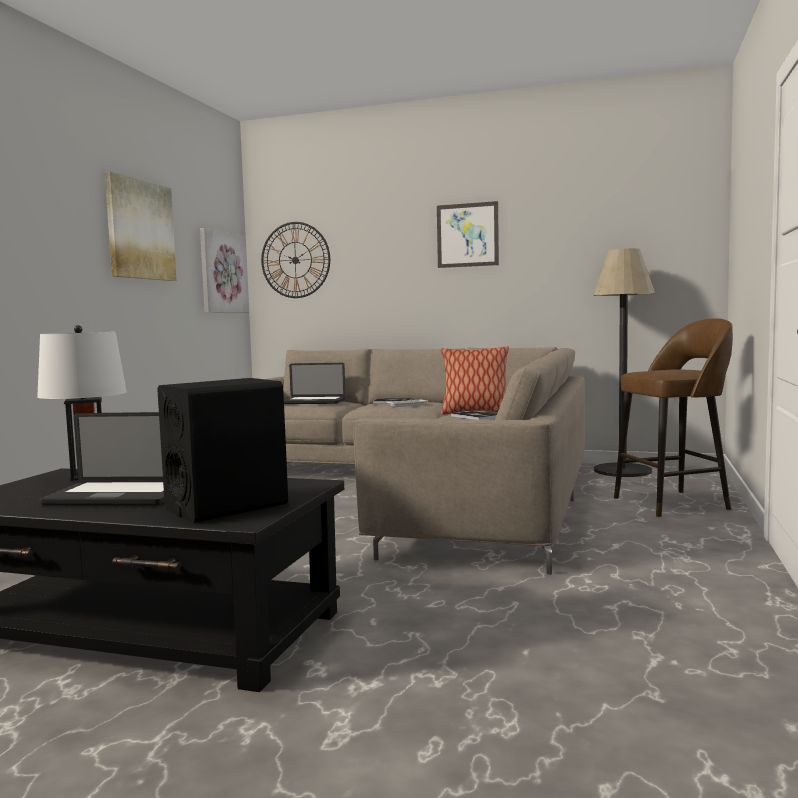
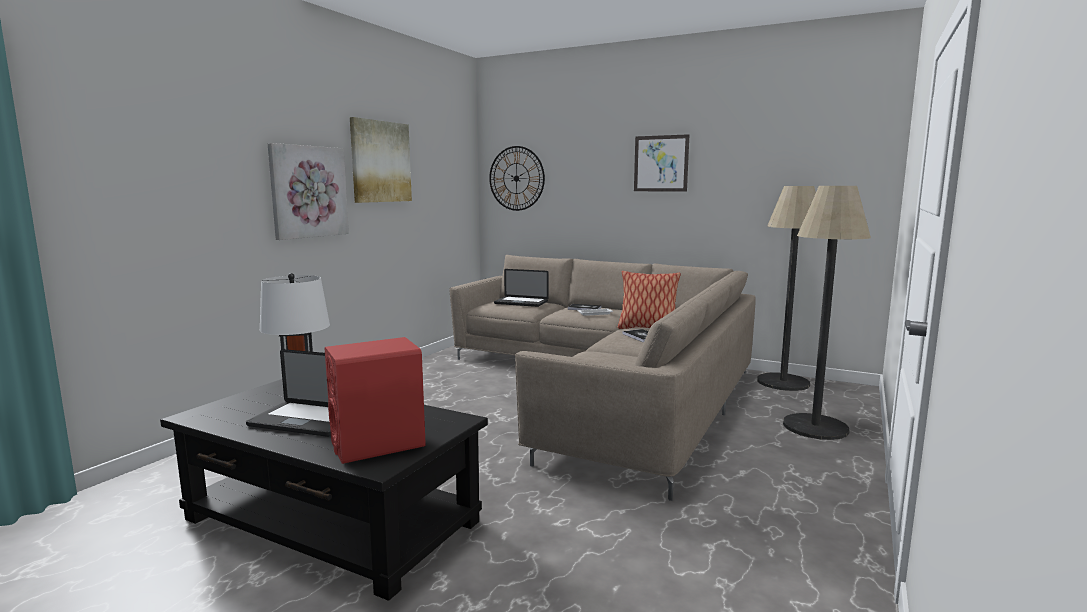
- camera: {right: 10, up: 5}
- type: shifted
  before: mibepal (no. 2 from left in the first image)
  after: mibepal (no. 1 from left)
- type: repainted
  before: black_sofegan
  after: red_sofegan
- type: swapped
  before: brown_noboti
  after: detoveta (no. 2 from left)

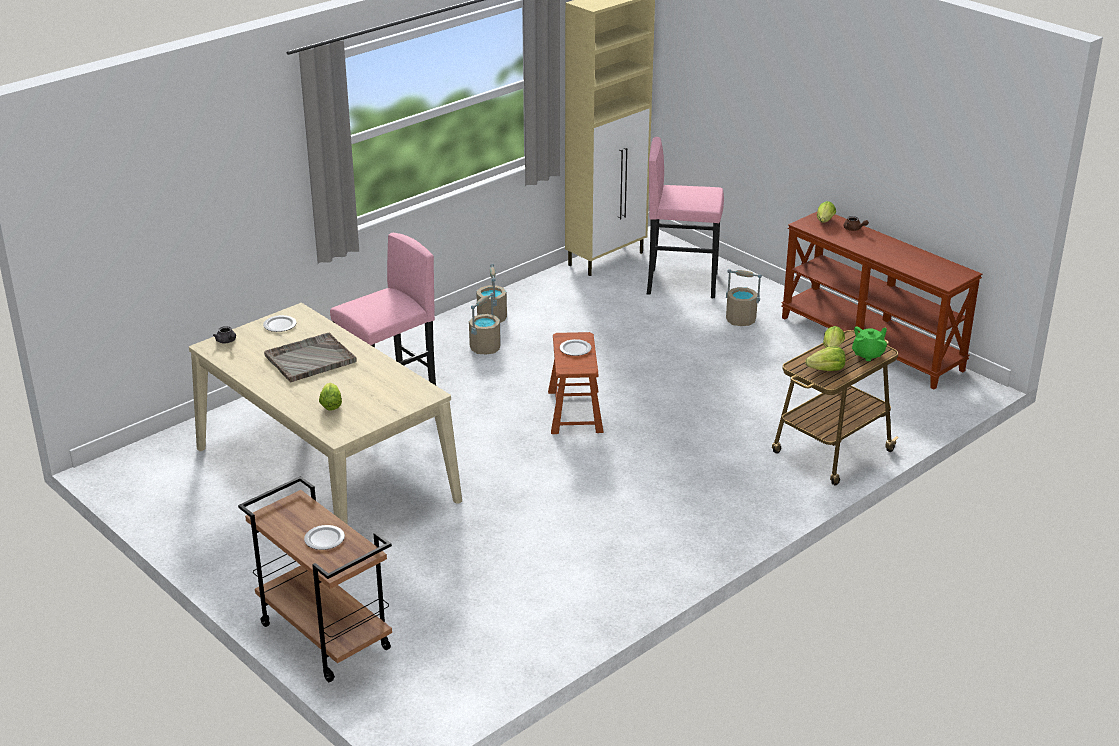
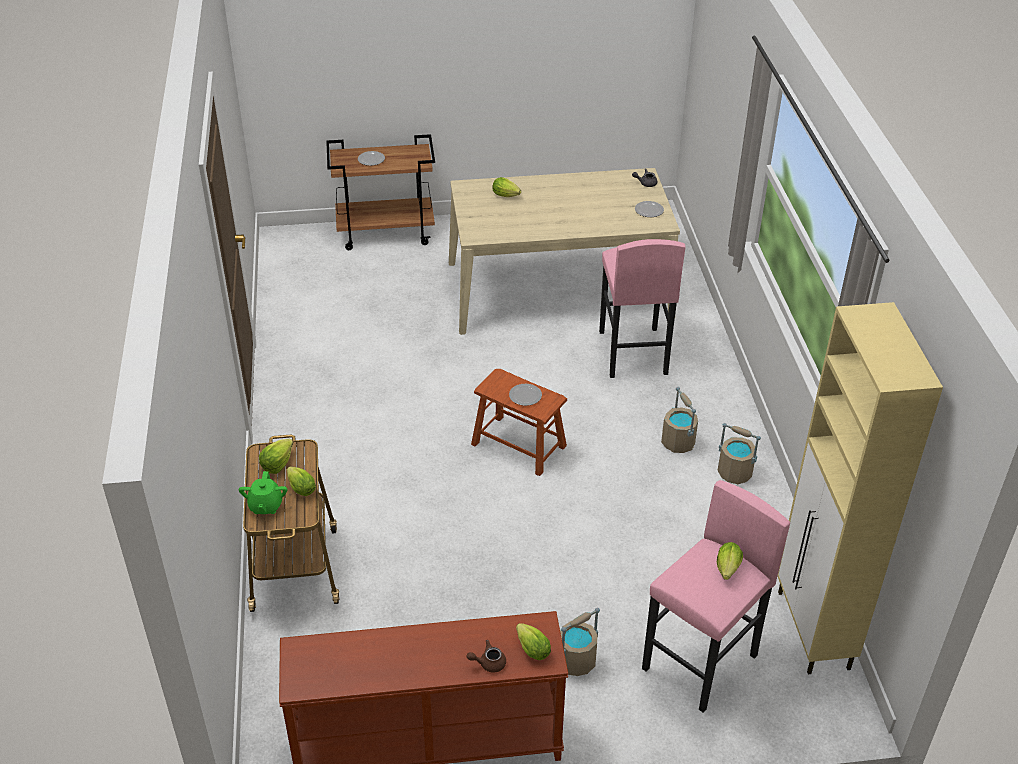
- camera: {right: 125, up: 10}
- type: new
  after: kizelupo (no. 5 from left)
- type: gone
  before: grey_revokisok

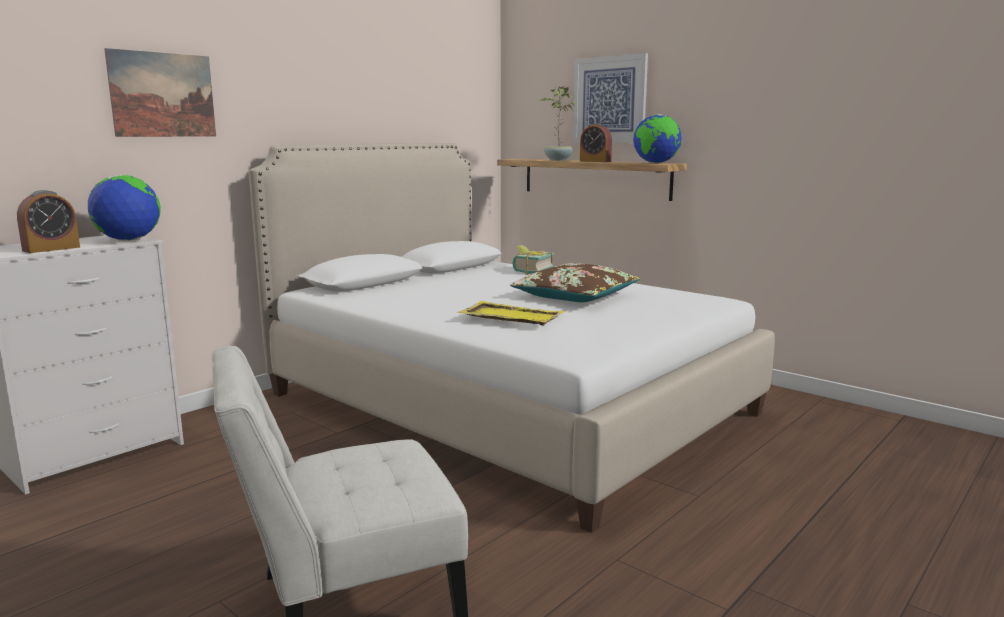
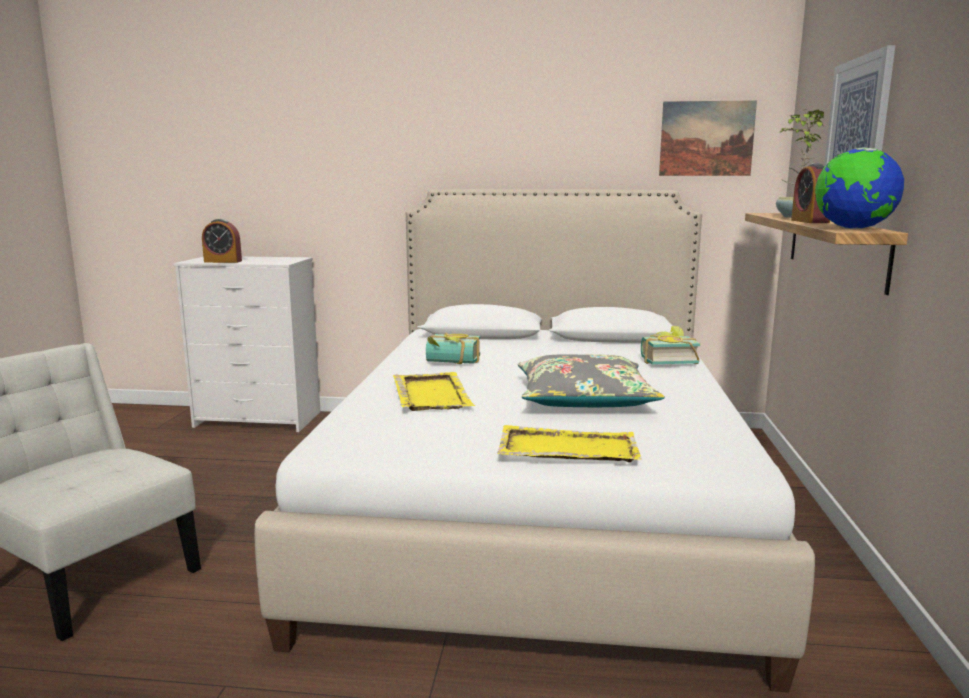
- camera: {right: 55, up: 0}
- type: new
  after: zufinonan (no. 1 from left)
- type: new
  after: yellow_revokisok (no. 2 from left)
- type: repainted
  before: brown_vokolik
  after: grey_vokolik
- type: shifted
  before: mibepal (no. 1 from left)
- type: gone
  before: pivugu (no. 1 from left)

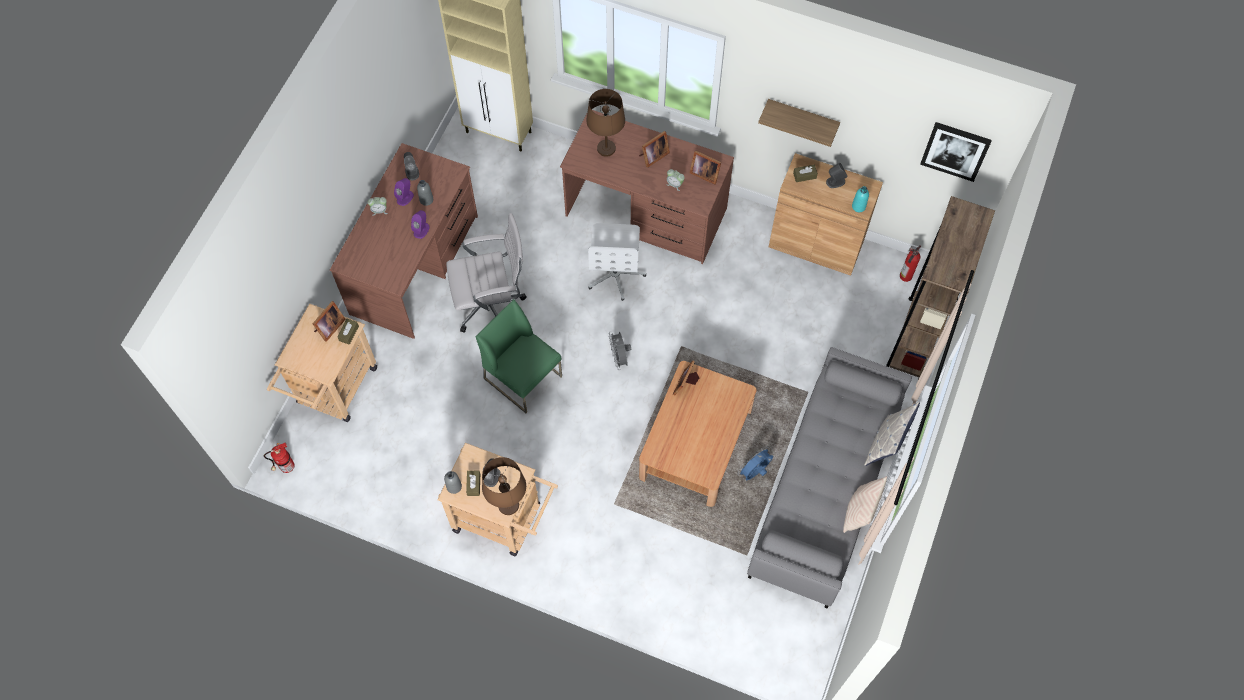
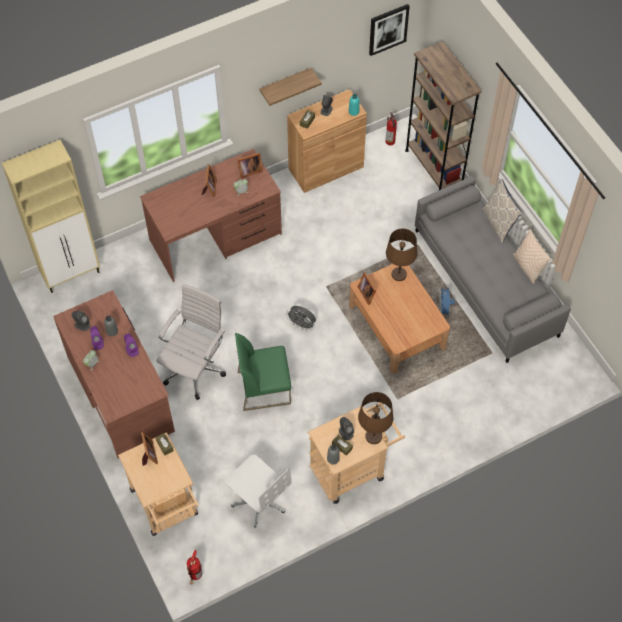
- camera: {right: -50, up: -5}
- type: shifted
  before: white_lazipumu (no. 2 from left)
- type: shifted
  before: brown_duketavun (no. 2 from left)

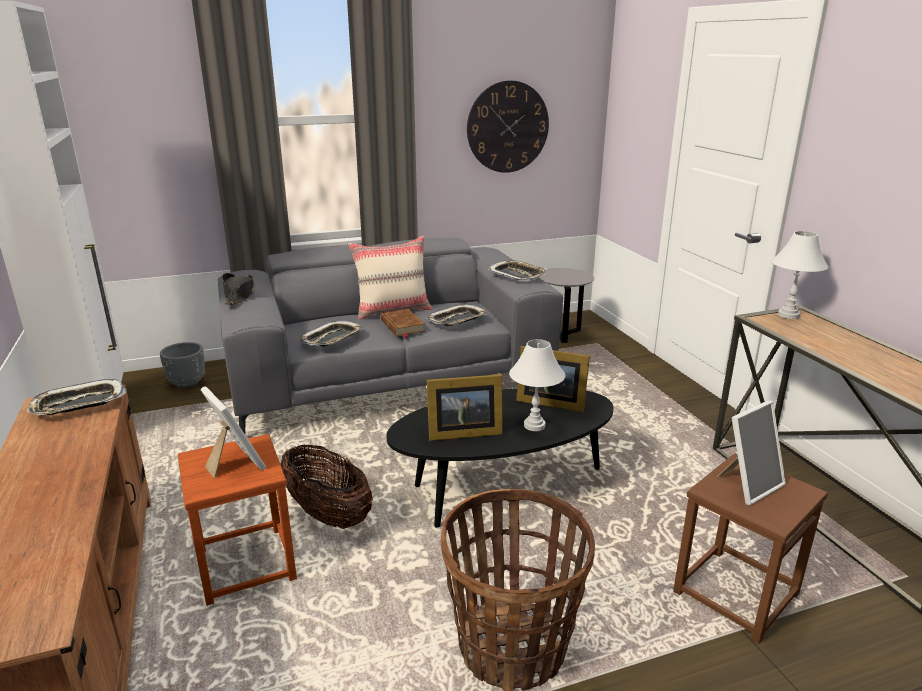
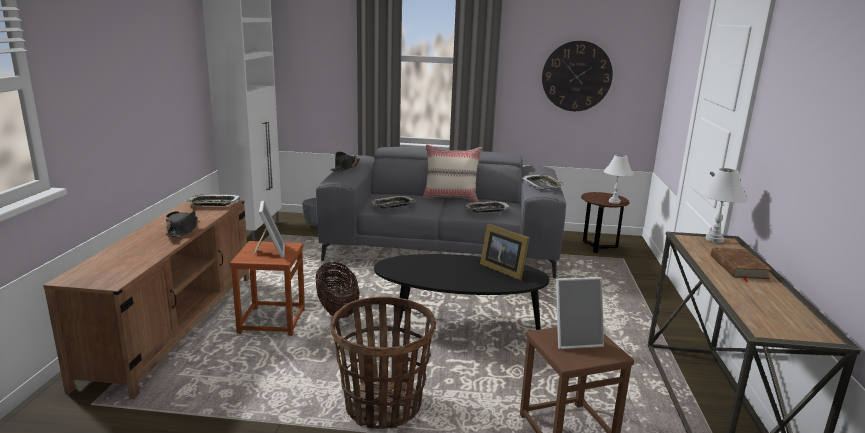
- camera: {right: 25, up: -5}
- type: new
  after: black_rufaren (no. 1 from left)
- type: repainted
  before: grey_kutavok
  after: brown_kutavok
- type: shifted
  before: white_duketavun (no. 1 from left)
- type: shifted
  before: brown_zufinonan
- type: gone
  before: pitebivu (no. 2 from left)

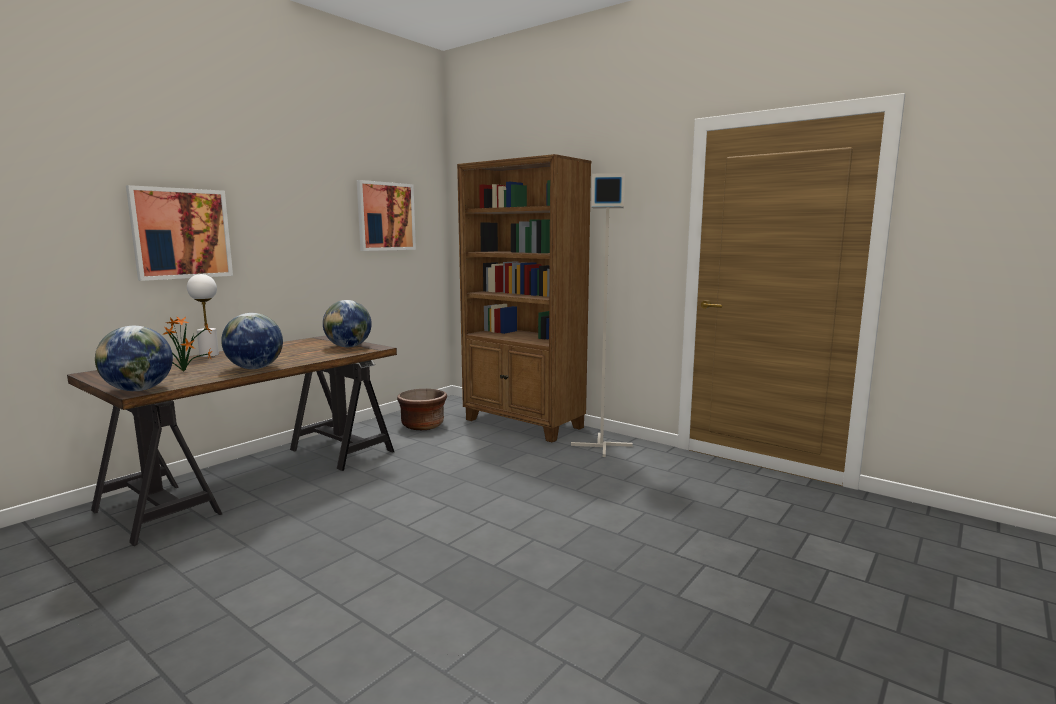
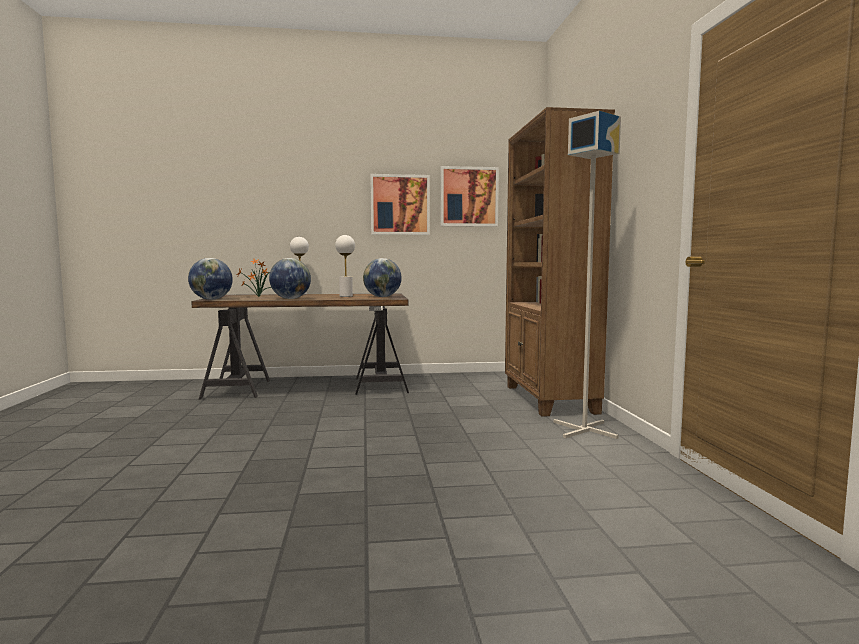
- camera: {right: 45, up: -5}
- type: new
  after: white_duketavun (no. 2 from left)
- type: shifted
  before: mibepal (no. 1 from left)
- type: gone
  before: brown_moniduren

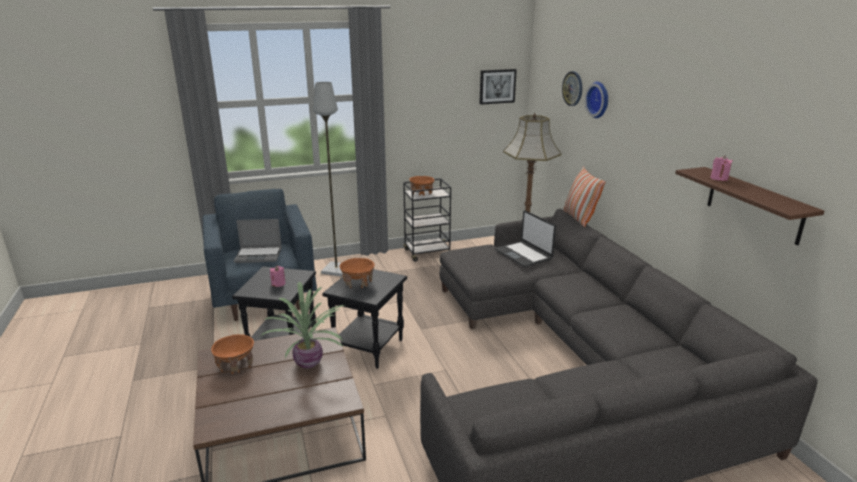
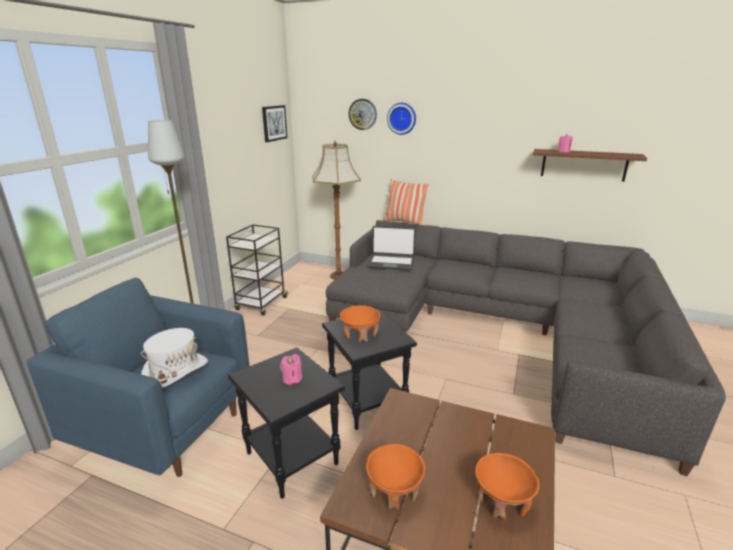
- camera: {right: -50, up: 0}
- type: swapped
  before: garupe (no. 1 from left)
  after: white_rufaren
- type: shifted
  before: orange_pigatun (no. 3 from left)
- type: gone
  before: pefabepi

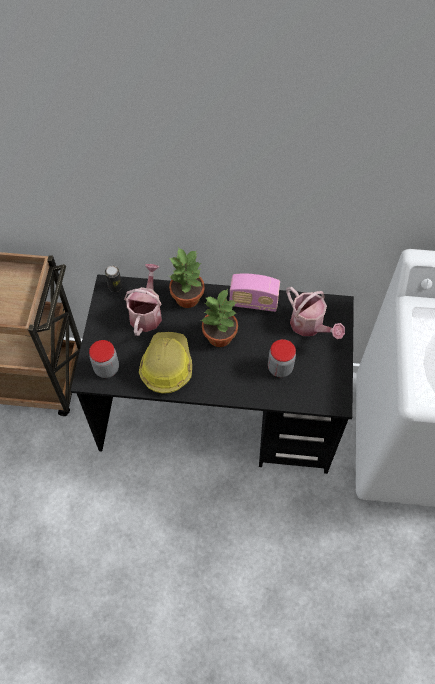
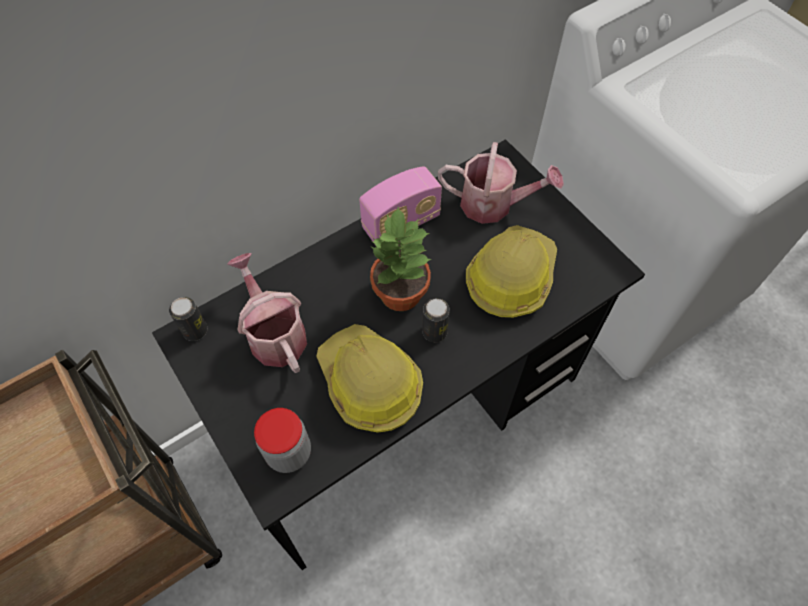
- camera: {right: -40, up: 0}
- type: new
  after: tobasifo (no. 2 from left)
- type: swapped
  before: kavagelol (no. 2 from left)
  after: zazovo (no. 2 from left)
- type: gone
  before: pefabepi (no. 1 from left)

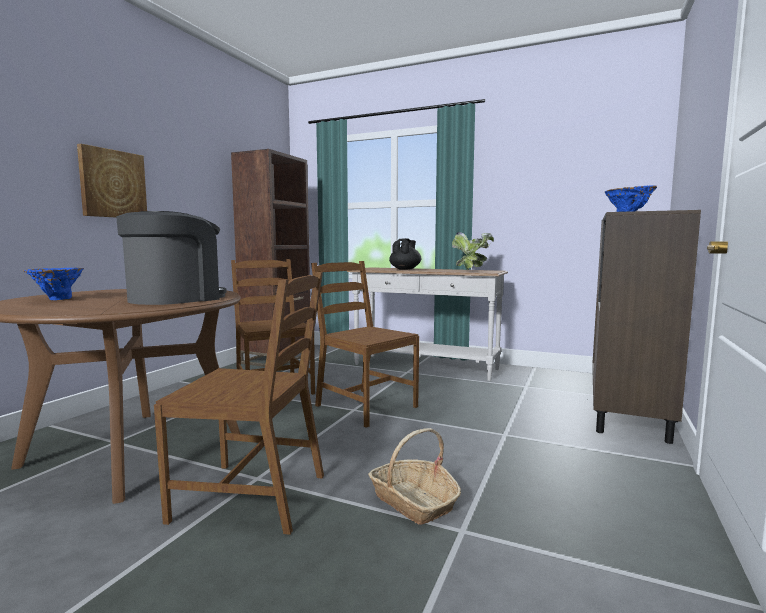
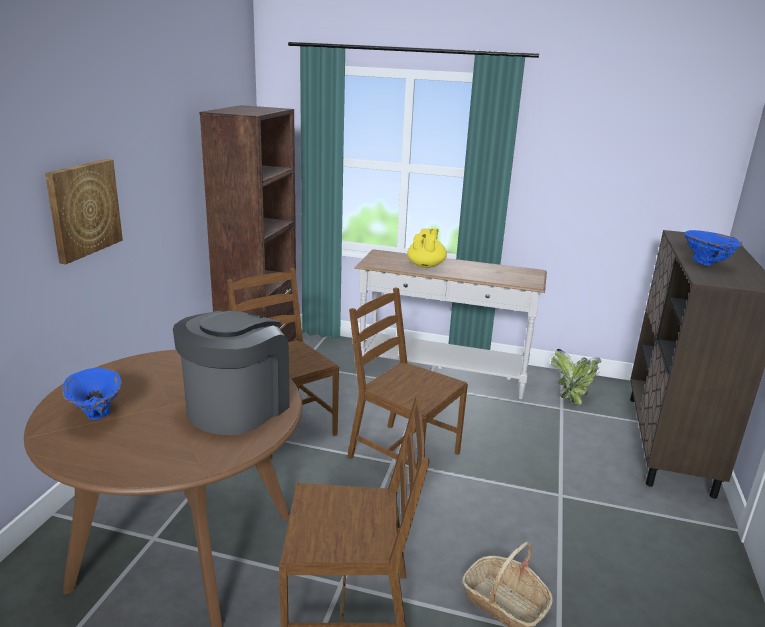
- camera: {right: -10, up: 15}
- type: repainted
  before: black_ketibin
  after: yellow_ketibin
- type: shifted
  before: pefabepi

